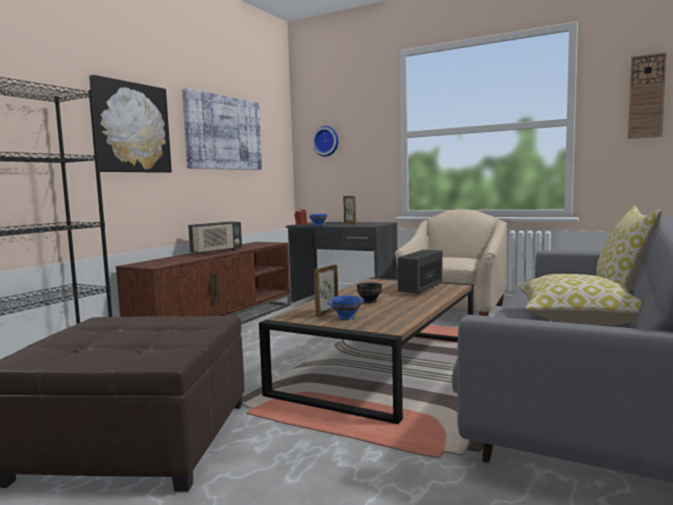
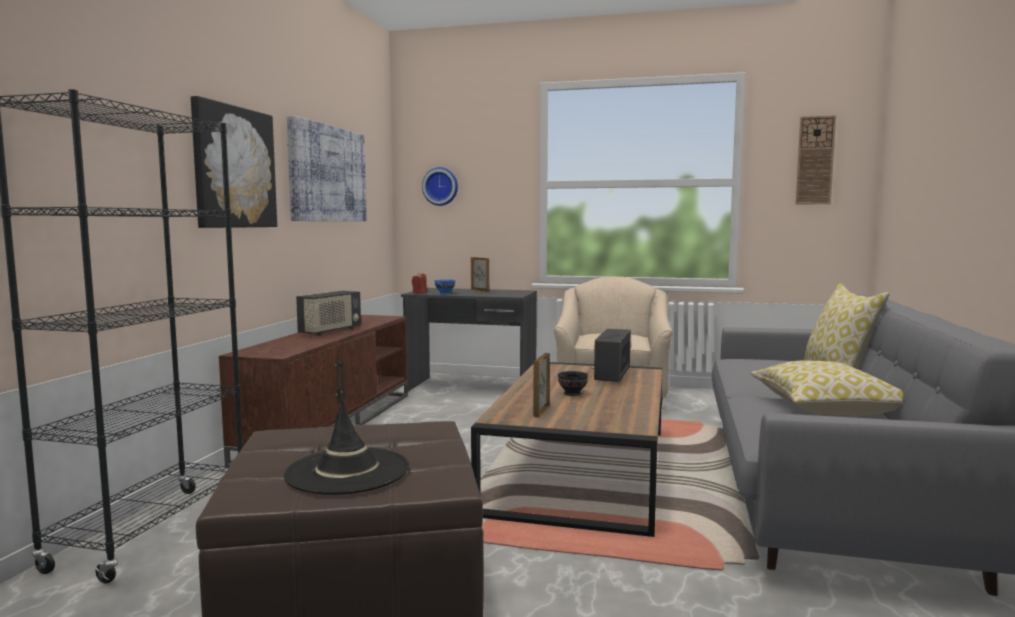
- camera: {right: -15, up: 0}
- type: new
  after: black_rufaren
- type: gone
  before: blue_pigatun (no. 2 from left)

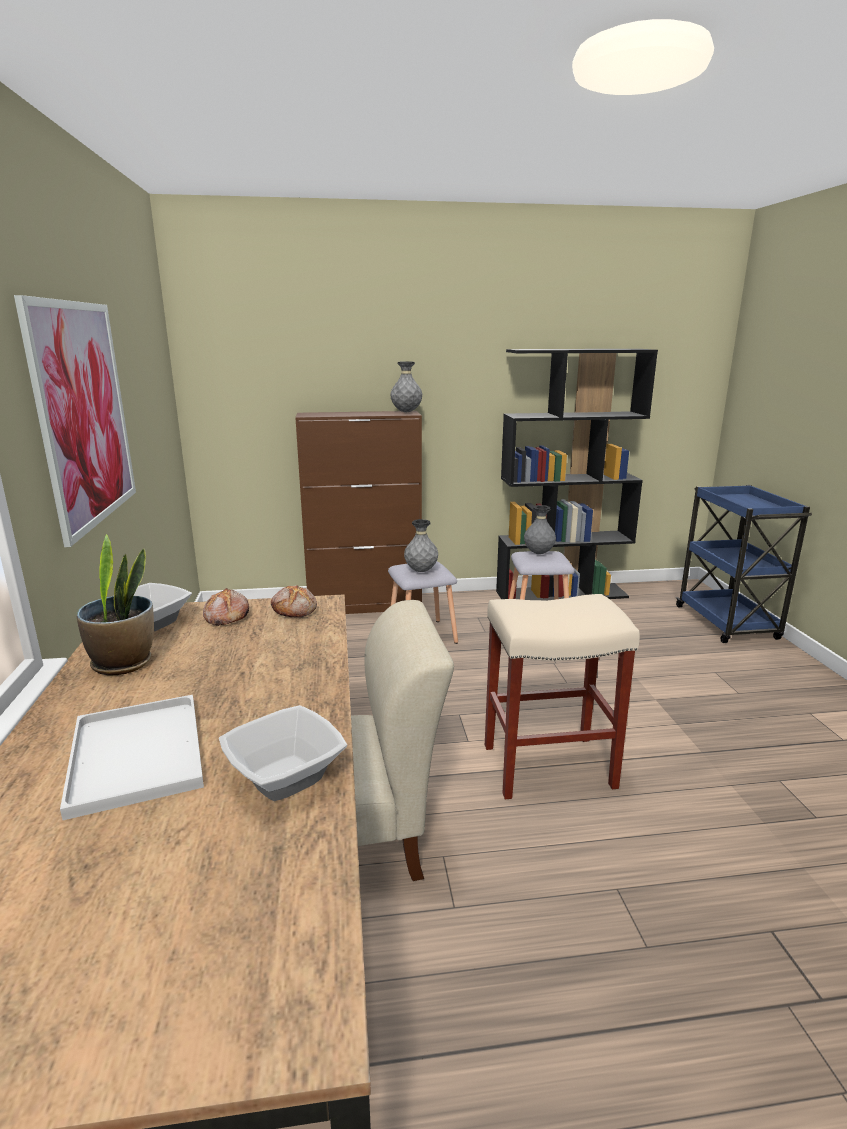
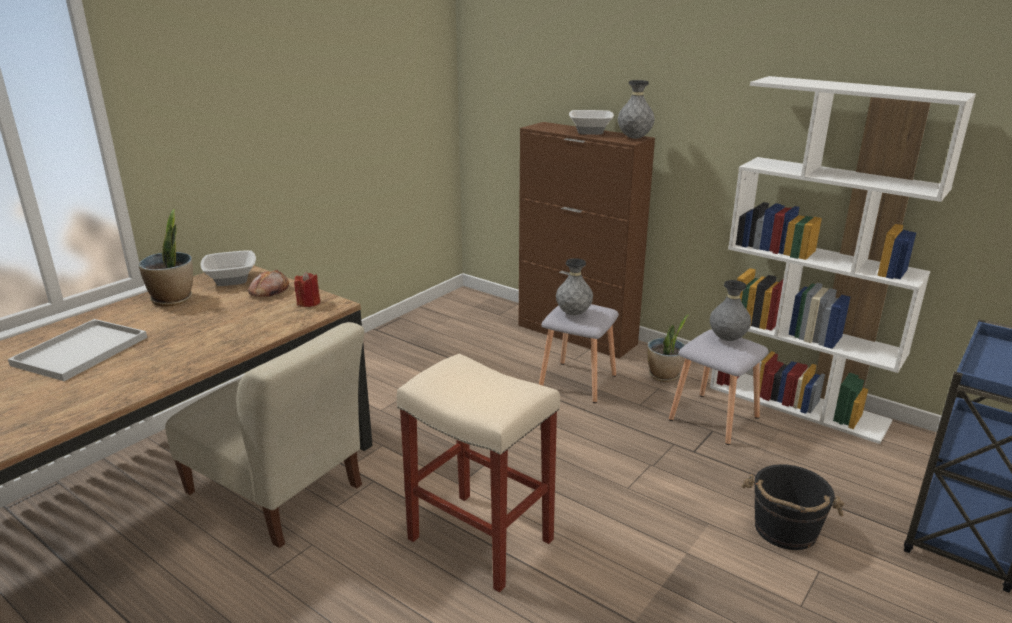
- camera: {right: 45, up: 5}
- type: swapped
  before: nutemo (no. 2 from left)
  after: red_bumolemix
- type: shifted
  before: pigatun (no. 2 from left)
- type: new
  after: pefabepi (no. 2 from left)
- type: repainted
  before: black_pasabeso
  after: white_pasabeso
- type: new
  after: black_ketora
- type: gone
  before: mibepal

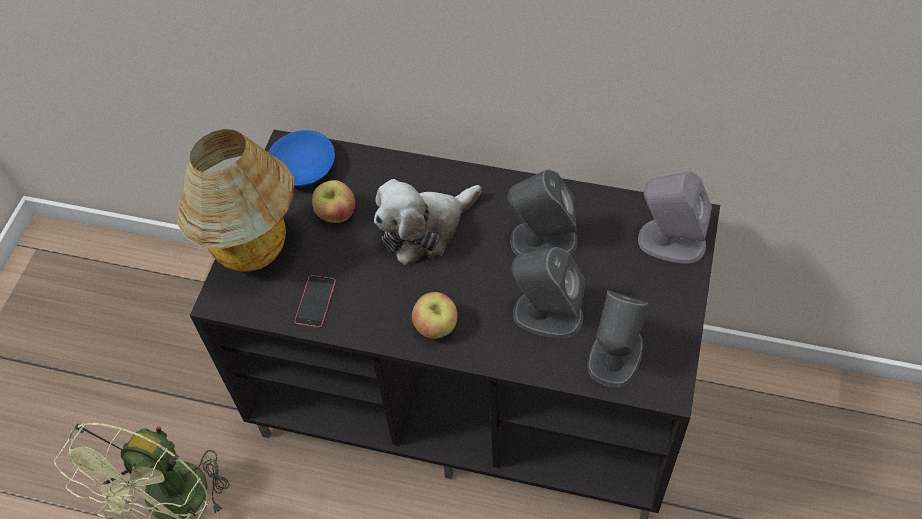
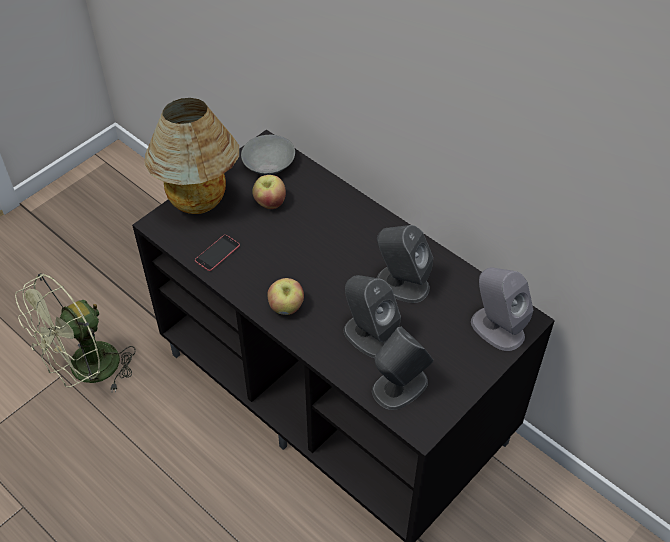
- camera: {right: 25, up: -5}
- type: repainted
  before: blue_pigatun
  after: grey_pigatun
- type: gone
  before: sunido

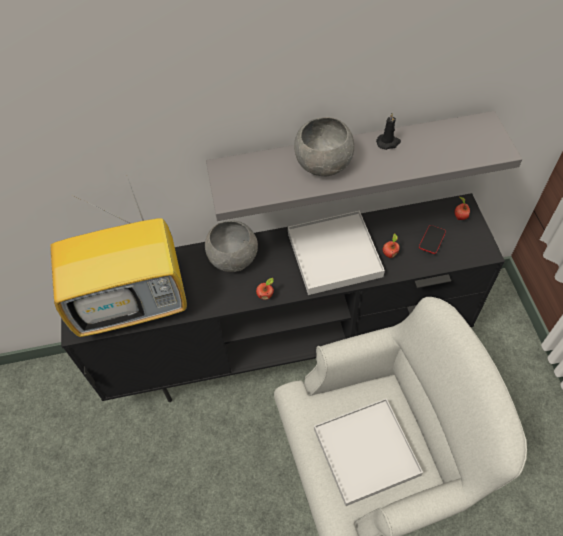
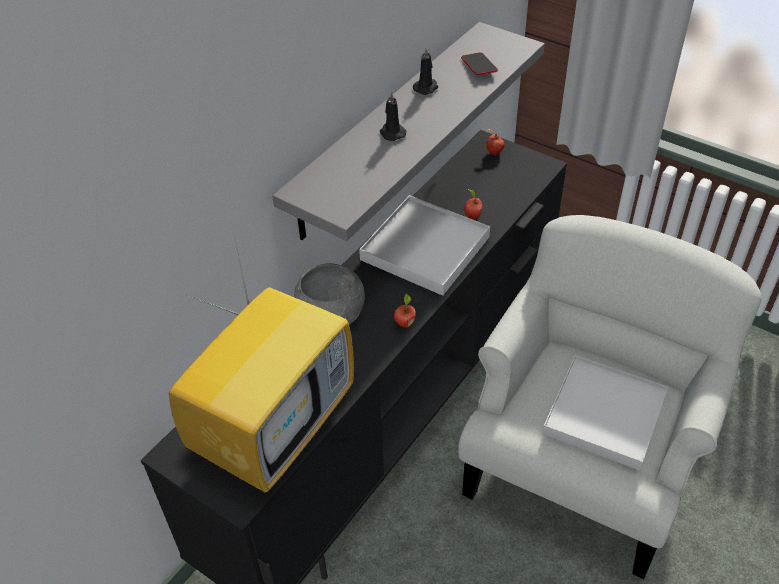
- camera: {right: -45, up: -10}
- type: swapped
  before: grey_pigatun (no. 2 from left)
  after: black_bumolemix (no. 1 from left)
- type: shifted
  before: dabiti

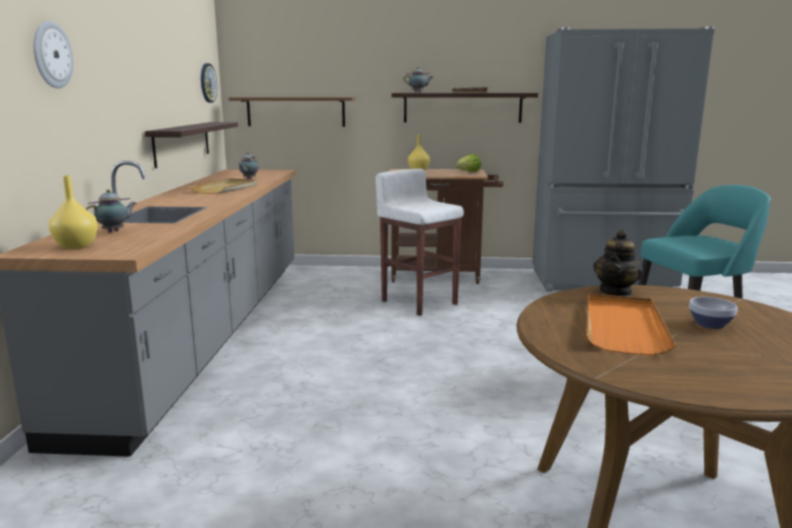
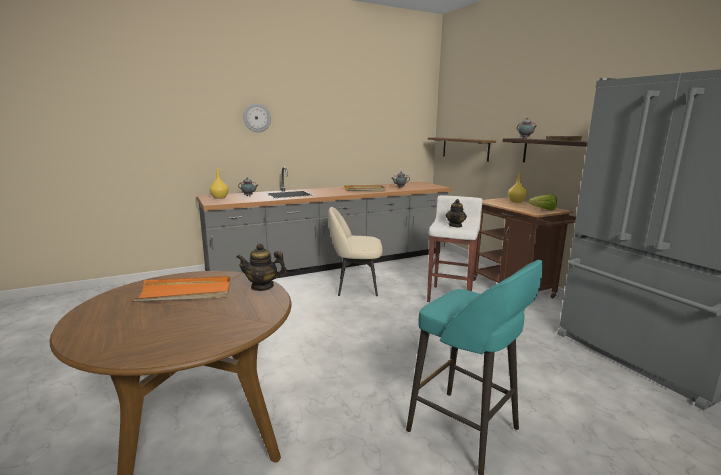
- camera: {right: 60, up: 0}
- type: new
  after: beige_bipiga
- type: new
  after: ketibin (no. 4 from left)
- type: gone
  before: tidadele (no. 1 from left)
- type: gone
  before: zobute (no. 2 from left)
- type: gone
  before: pigatun

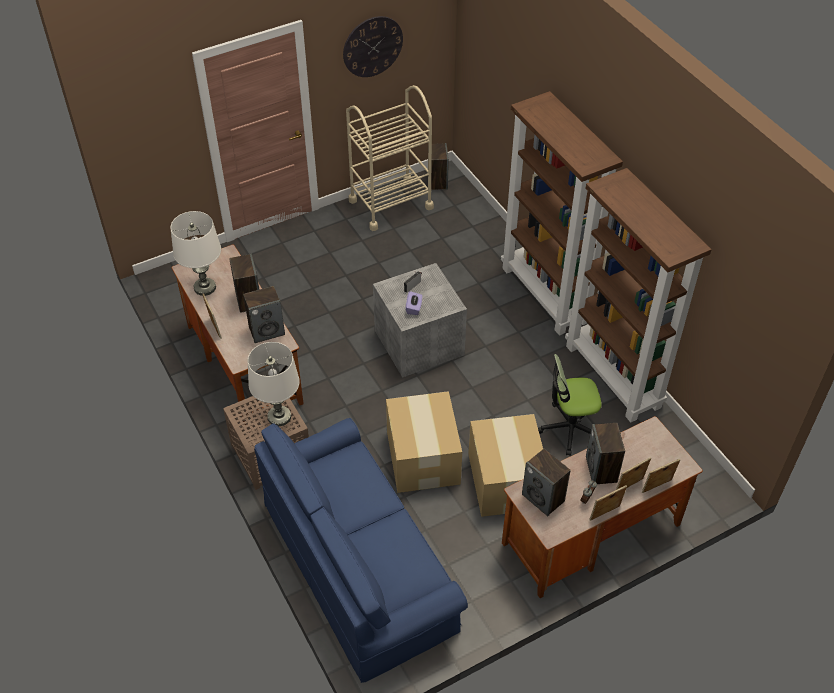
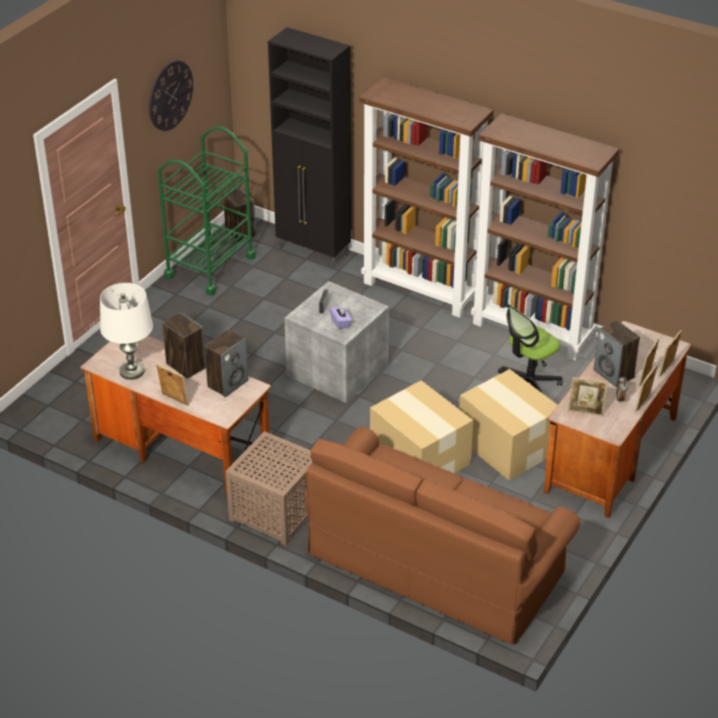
- camera: {right: -30, up: -10}
- type: repainted
  before: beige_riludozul
  after: green_riludozul
- type: new
  after: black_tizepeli
- type: repainted
  before: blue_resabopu
  after: brown_resabopu
- type: swapped
  before: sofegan (no. 4 from left)
  after: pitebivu (no. 2 from left)
- type: gone
  before: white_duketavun (no. 2 from left)

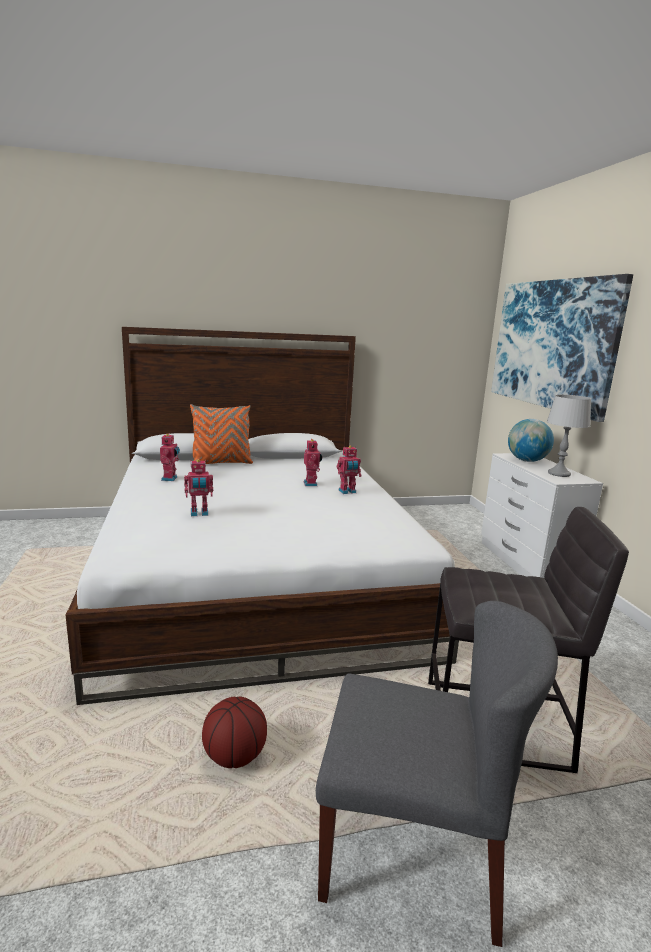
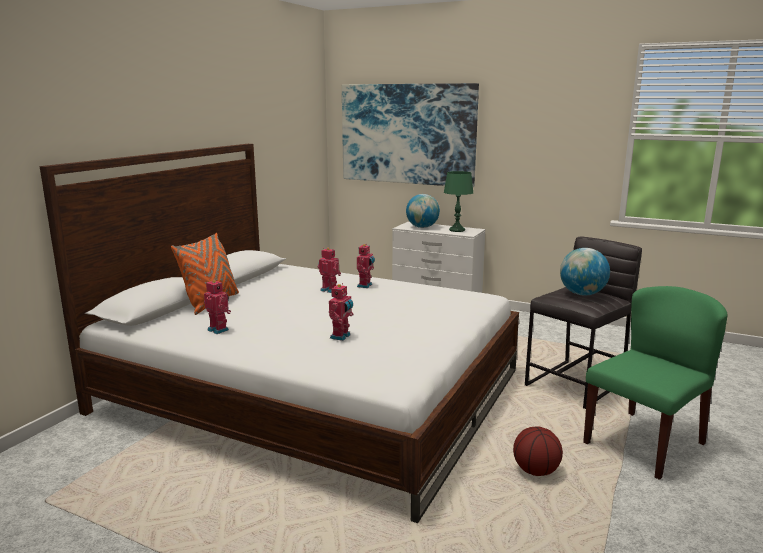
- camera: {right: -50, up: 0}
- type: repainted
  before: grey_duketavun
  after: green_duketavun
- type: new
  after: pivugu (no. 2 from left)
- type: repainted
  before: grey_bipiga
  after: green_bipiga

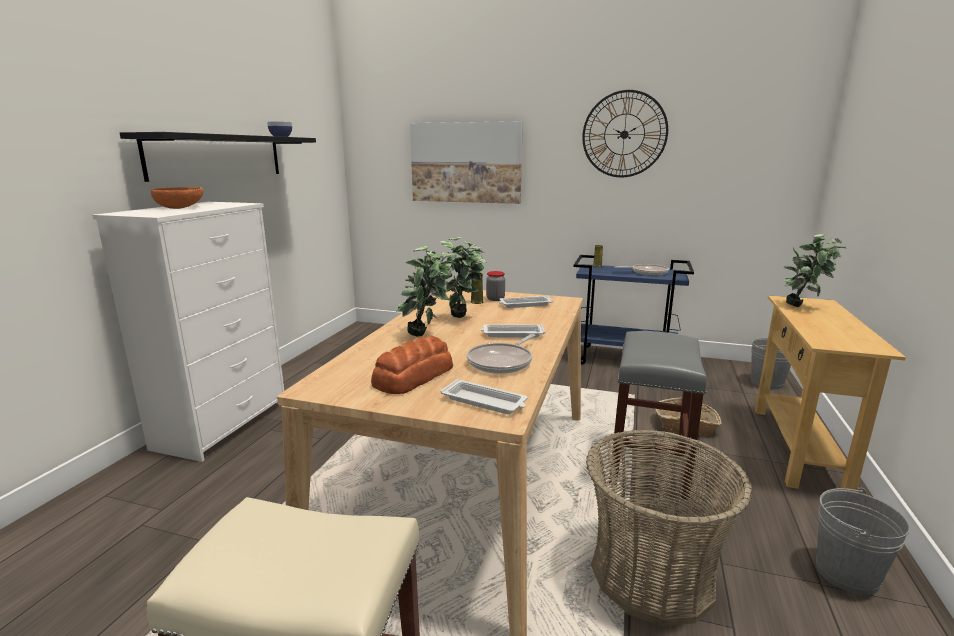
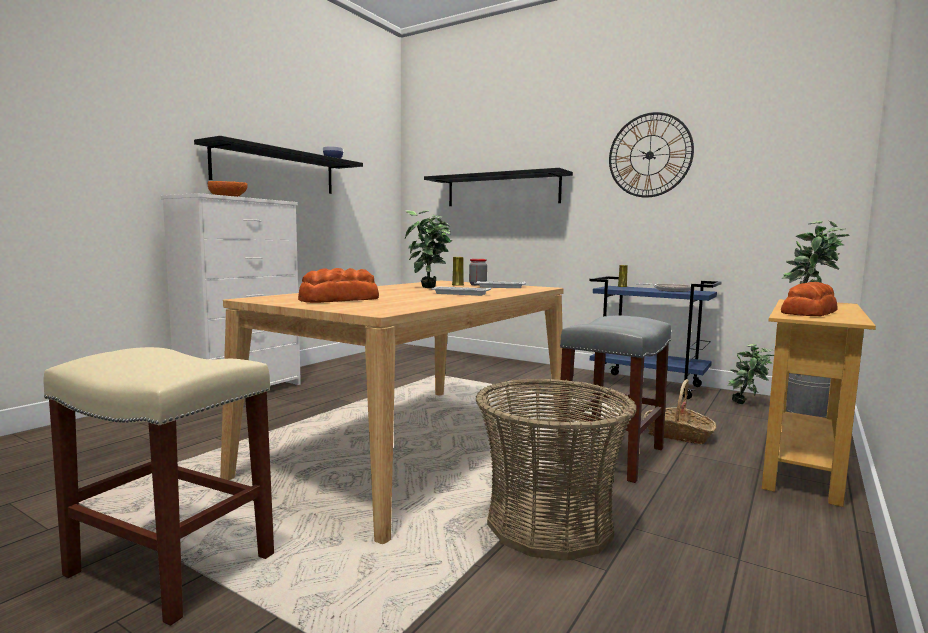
- camera: {right: 15, up: -10}
- type: swapped
  before: mibepal
  after: black_tidadele (no. 2 from left)
- type: shifted
  before: pefabepi (no. 1 from left in the first image)
  after: pefabepi (no. 2 from left)
- type: new
  after: nutemo (no. 2 from left)
- type: gone
  before: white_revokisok (no. 1 from left)
- type: gone
  before: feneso (no. 1 from left)
- type: gone
  before: grey_ketora (no. 2 from left)

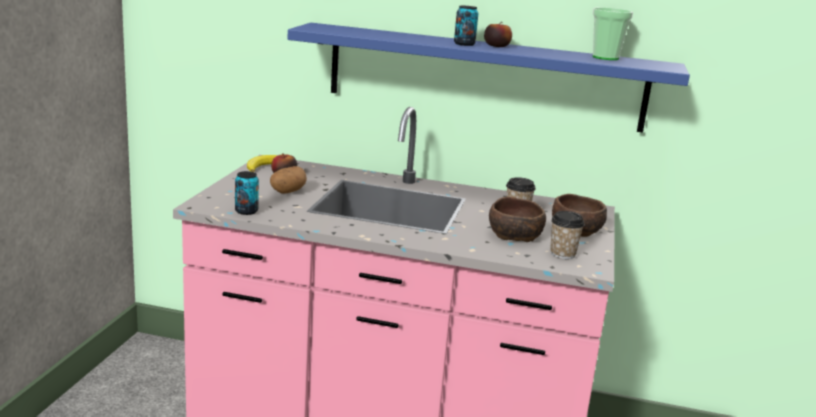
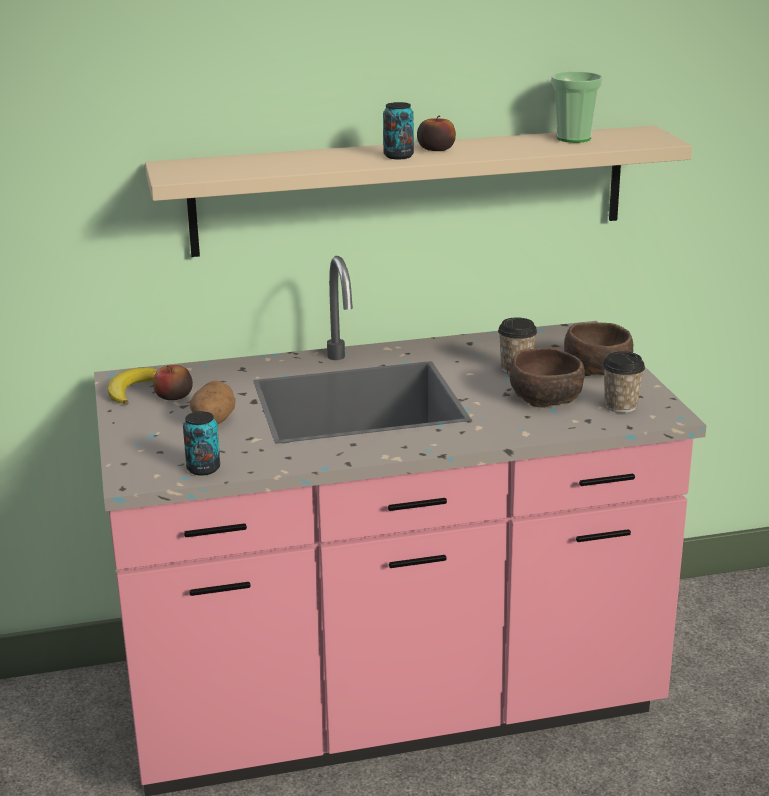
- camera: {right: -25, up: 5}
- type: repainted
  before: blue_tidadele
  after: beige_tidadele

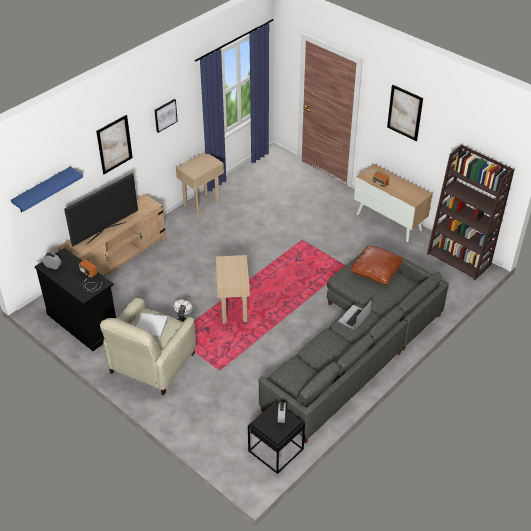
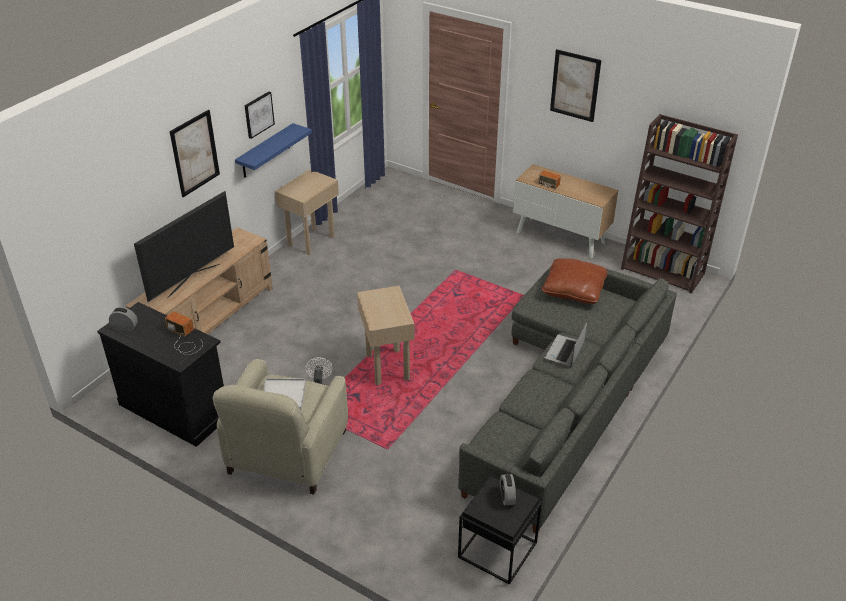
- camera: {right: -10, up: -5}
- type: shifted
  before: blue_tidadele

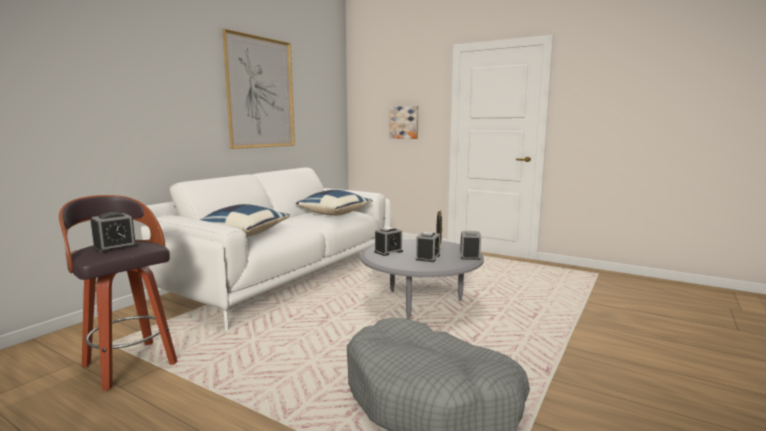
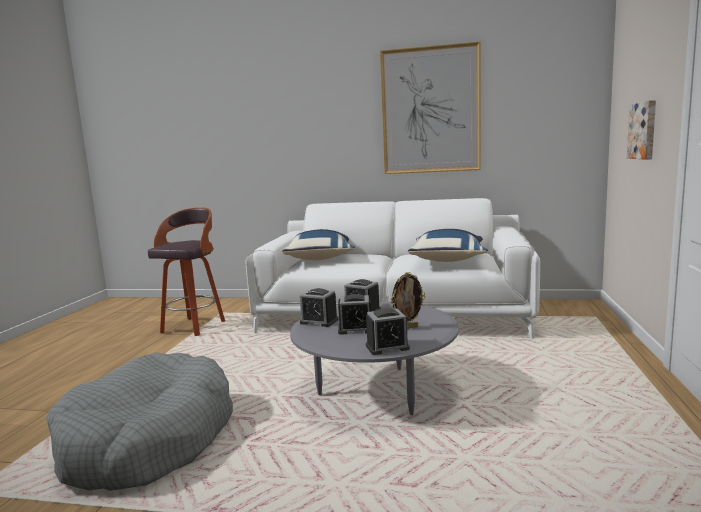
- camera: {right: 70, up: 0}
- type: shifted
  before: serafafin (no. 1 from left)

